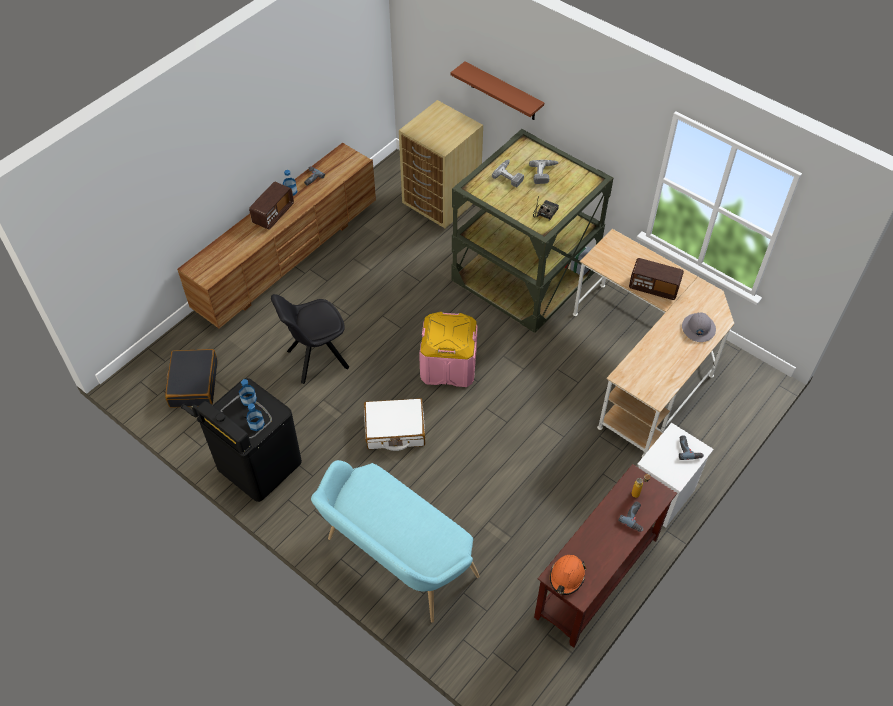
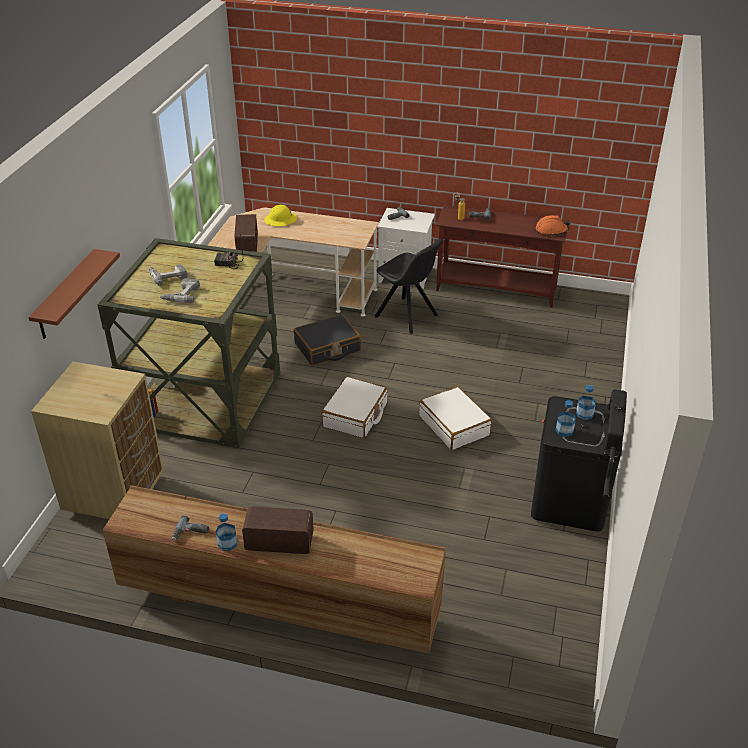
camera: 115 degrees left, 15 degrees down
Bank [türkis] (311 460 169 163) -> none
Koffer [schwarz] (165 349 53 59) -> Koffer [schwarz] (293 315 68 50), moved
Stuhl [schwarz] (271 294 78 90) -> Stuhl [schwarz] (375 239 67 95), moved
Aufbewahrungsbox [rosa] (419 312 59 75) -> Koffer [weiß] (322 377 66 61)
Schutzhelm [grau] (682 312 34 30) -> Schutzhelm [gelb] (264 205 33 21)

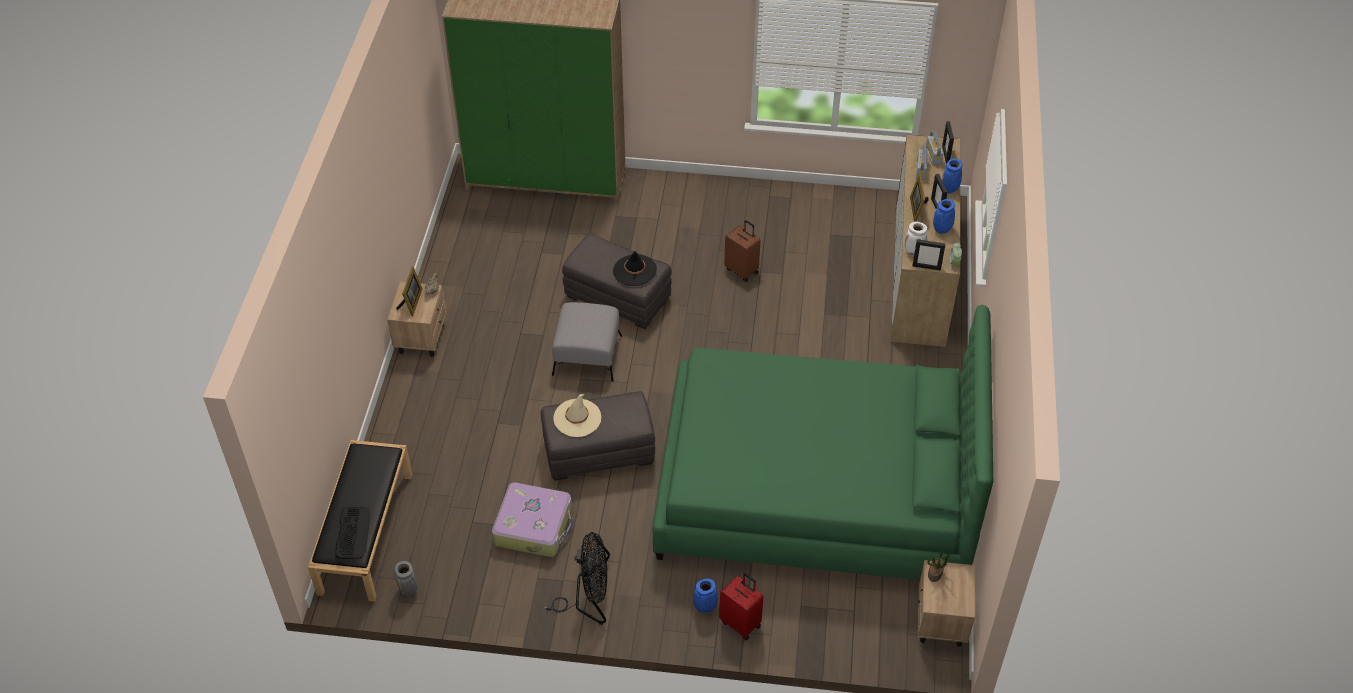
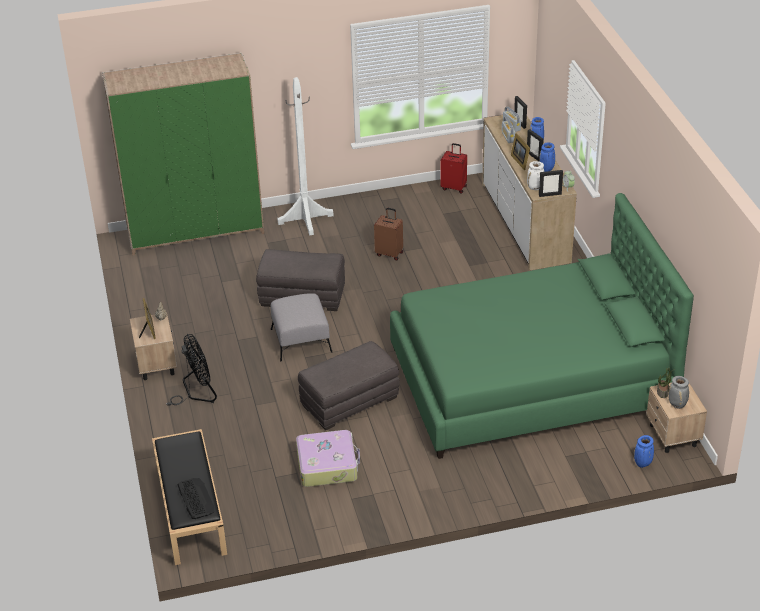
camera: 20 degrees left, 10 degrees down
Hut [beige] (553 394 48 43) -> none
Hut [schwarz] (613 251 44 35) -> none
none -> Kleiderständer [weiß] (277 77 57 159)
Vase [grau] (395 561 23 35) -> Vase [grau] (669 376 20 33), moved
Ventilator [schwarz] (545 532 65 93) -> Ventilator [schwarz] (167 334 50 72), moved
Vase [blau] (693 579 24 33) -> Vase [blau] (634 435 20 33), moved
Koffer [rot] (719 573 45 67) -> Koffer [rot] (440 143 27 51), moved

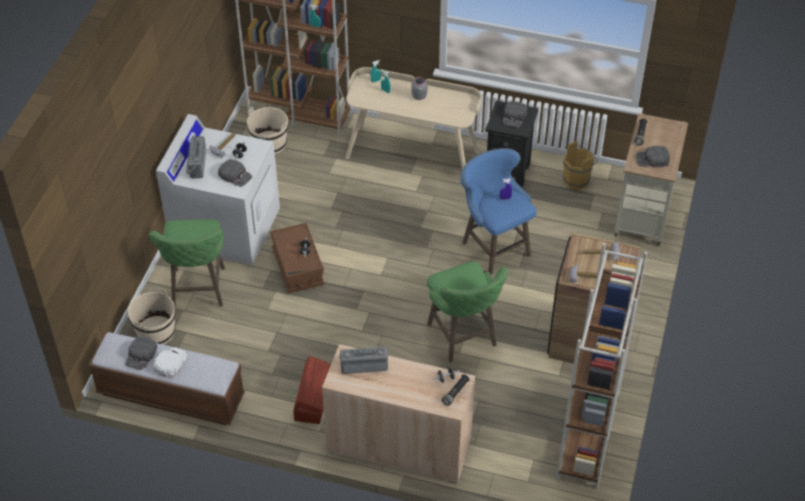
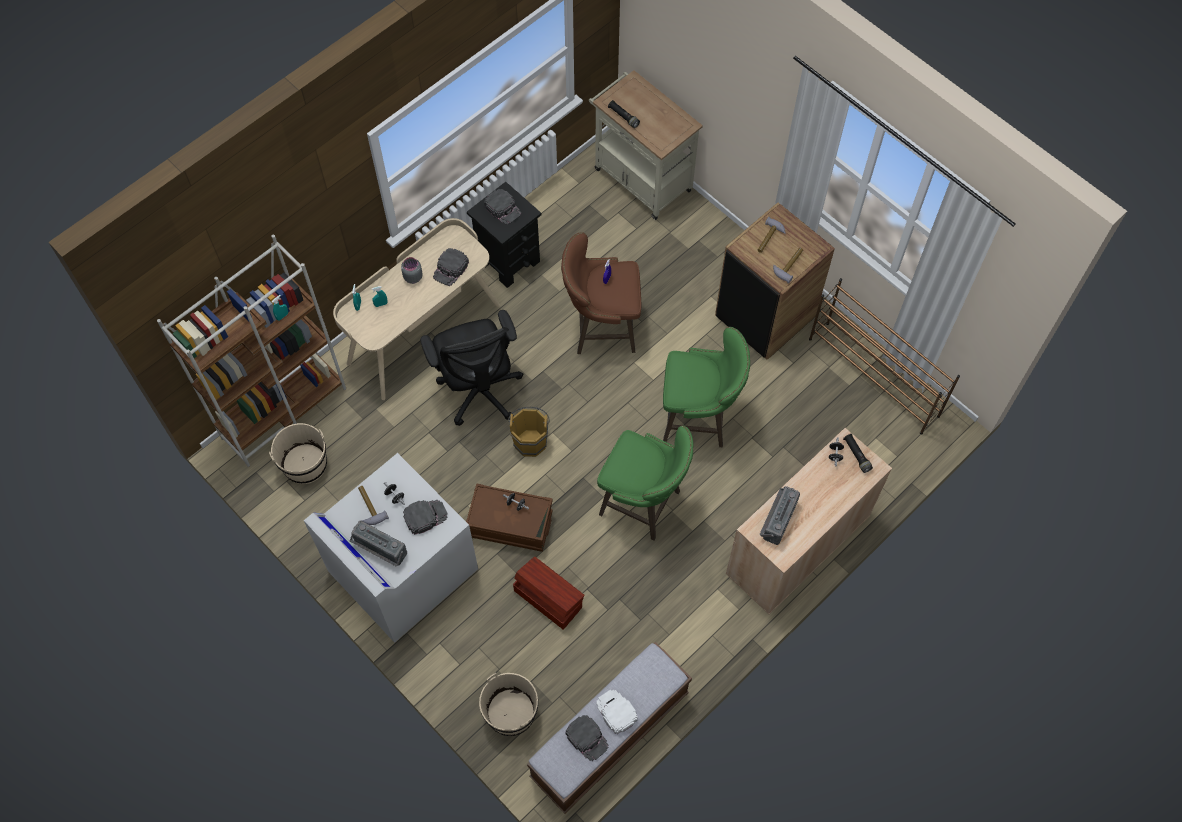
camera: 60 degrees left, 15 degrees up
none -> Bürostuhl [schwarz] (420 310 104 116)
Hocker [grün] (149 219 76 88) -> Hocker [grün] (597 426 97 115), moved
Aufbewahrungsbox [braun] (293 356 38 68) -> Aufbewahrungsbox [braun] (513 557 72 73), moved
Eimer [braun] (563 141 35 49) -> Eimer [braun] (508 407 42 50), moved
Kappe [schwarz] (636 146 34 22) -> Kappe [schwarz] (433 248 36 38), moved
Bücherregal [braun] (556 243 92 246) -> Schuhregal [braun] (809 278 151 156)
Hocker [blau] (461 148 76 127) -> Hocker [braun] (561 232 80 122)

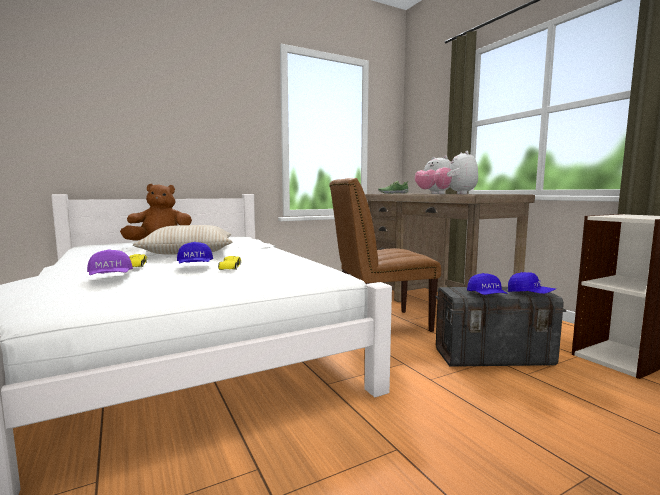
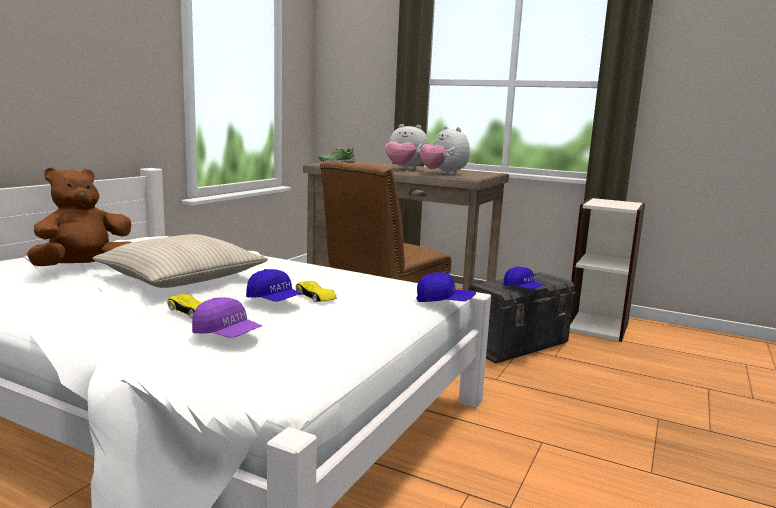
camera: 35 degrees left, 5 degrees up
Kappe [blau] (508 272 48 22) -> Kappe [blau] (417 272 59 30), moved

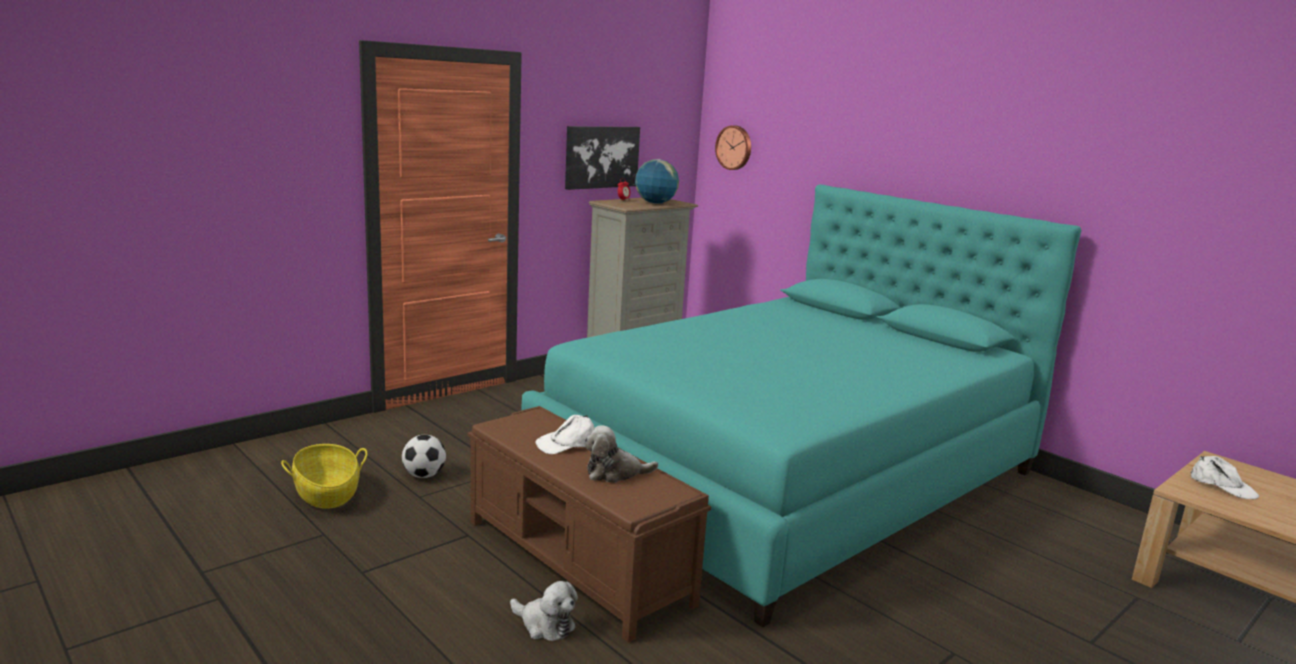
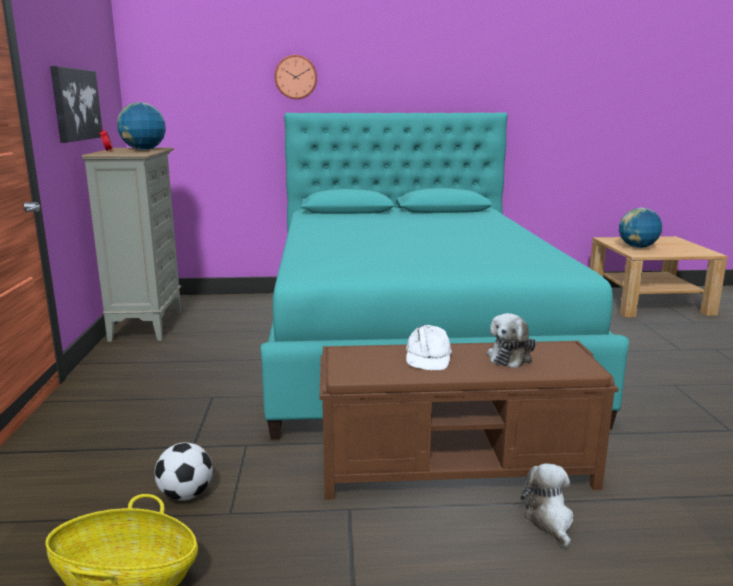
camera: 50 degrees left, 0 degrees up
Wanduhr (715 125 36 45) -> Wanduhr (275 55 42 44), moved
Kappe [weiß] (1191 456 68 43) -> Globus (619 208 43 40)
Plüschtier (510 581 68 60) -> Plüschtier (521 463 53 85), 75 degrees counterclockwise

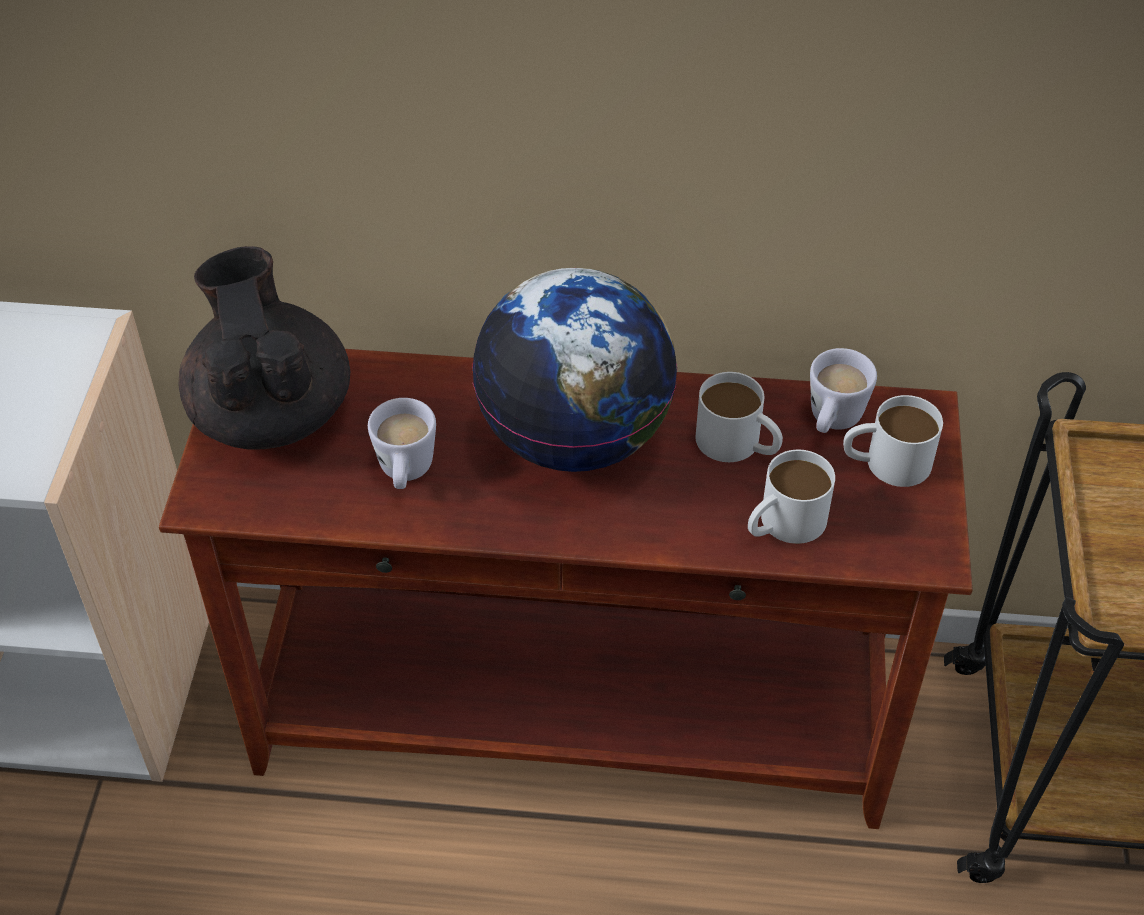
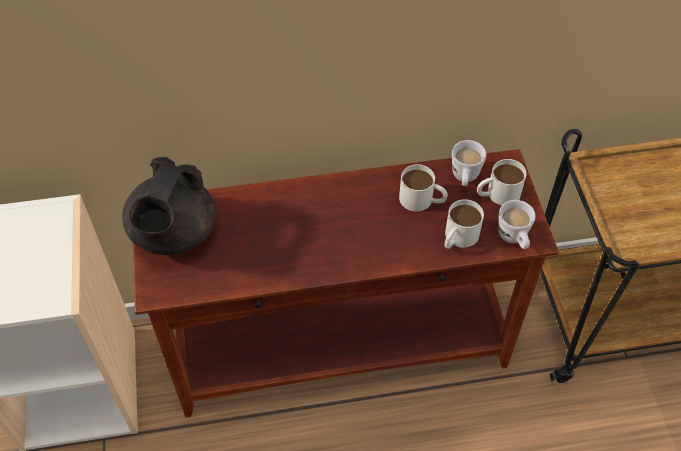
camera: 15 degrees left, 5 degrees up
Globus (472 268 206 204) -> none
Henkelbecher [weiß] (368 398 68 91) -> Henkelbecher [weiß] (498 200 38 49), moved
Teekanne [schwarz] (178 246 172 204) -> Teekanne [schwarz] (122 157 94 98), 135 degrees counterclockwise

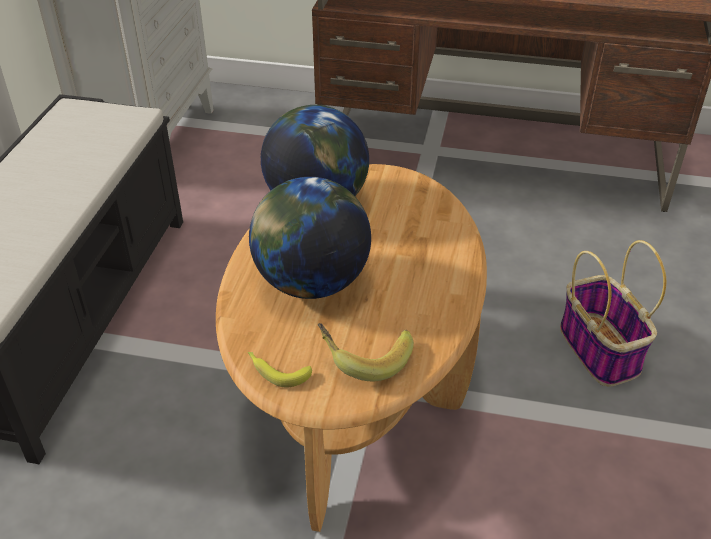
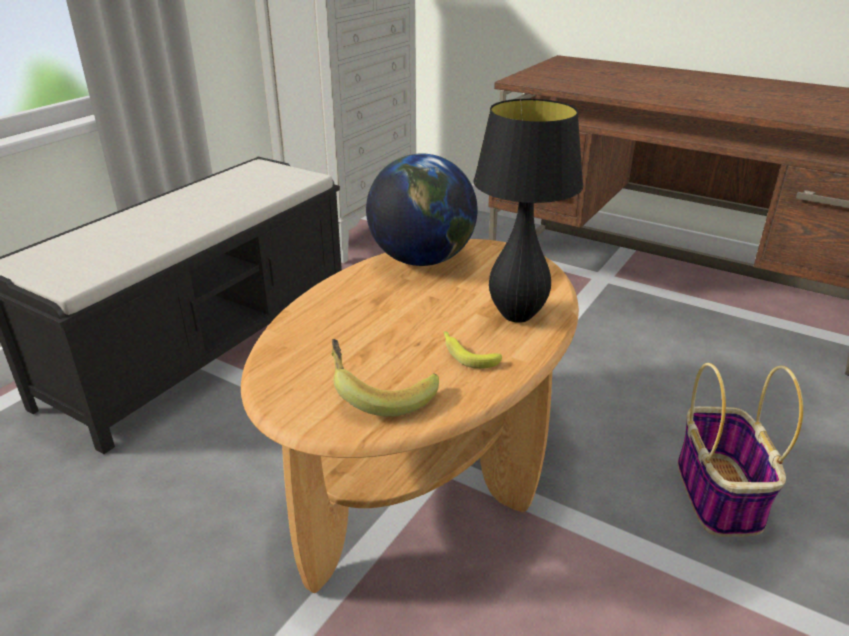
camera: 20 degrees right, 10 degrees down
Globus (249 177 122 122) -> none
none -> Tischlampe [schwarz] (473 99 111 224)
Banane (248 352 64 36) -> Banane (443 331 59 38), moved

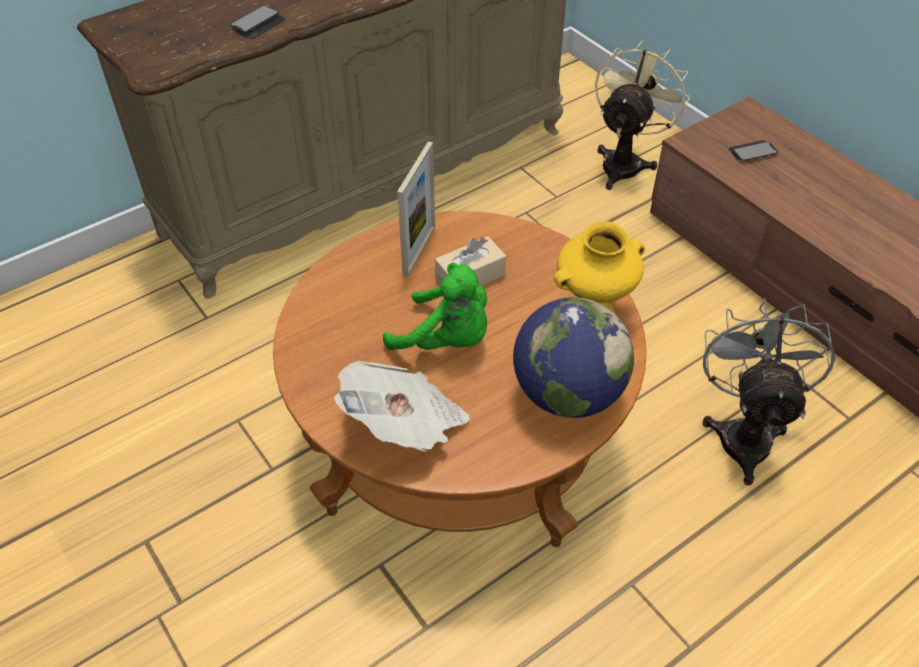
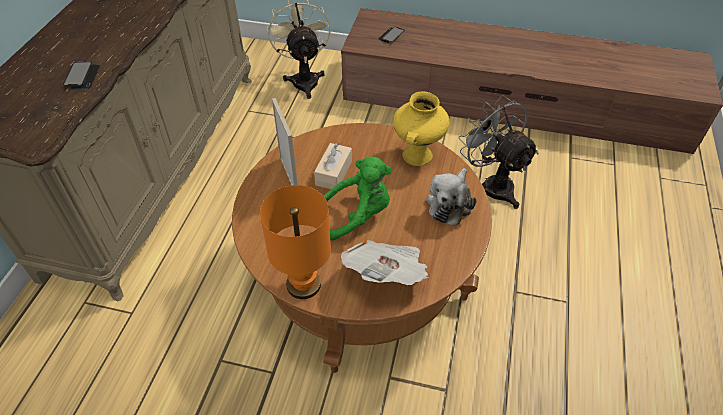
camera: 40 degrees left, 0 degrees up
none -> Tischlampe [orange] (260 185 71 114)
Globus (513 297 121 121) -> Plüschtier (426 168 51 58)

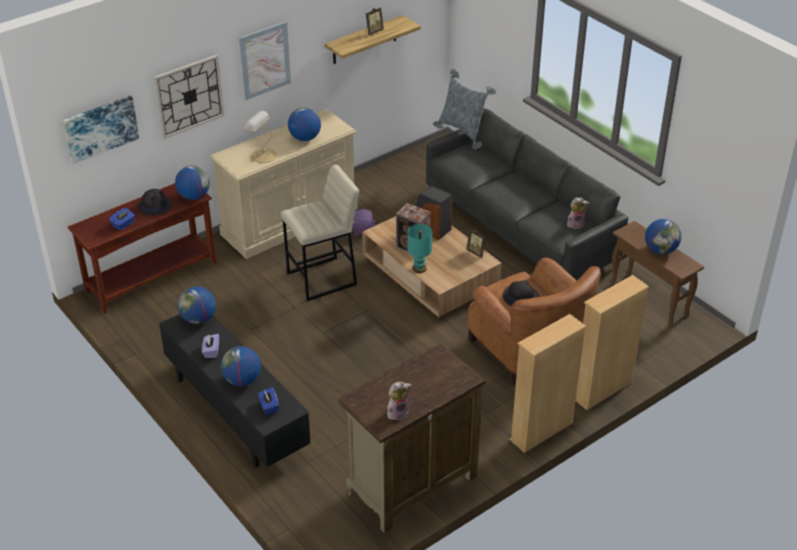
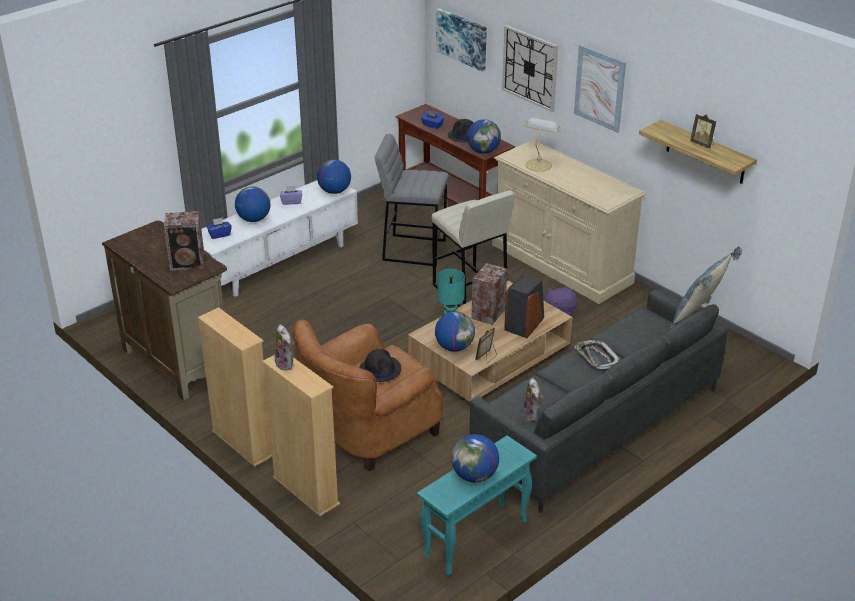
camera: 85 degrees right, 5 degrees down
none -> Lautsprecher (164 211 41 60)
none -> Hocker [grau] (375 134 74 132)
none -> Tablett (574 340 46 30)
Globus (288 108 33 33) -> Globus (435 311 40 41), moved
Plüschtier (387 381 25 39) -> Plüschtier (275 325 19 45), moved
Fernsehschrank [schwarz] (159 314 152 154) -> Fernsehschrank [weiß] (201 180 157 117)
Beistelltisch [braun] (610 221 94 106) -> Beistelltisch [türkis] (417 436 120 140)

